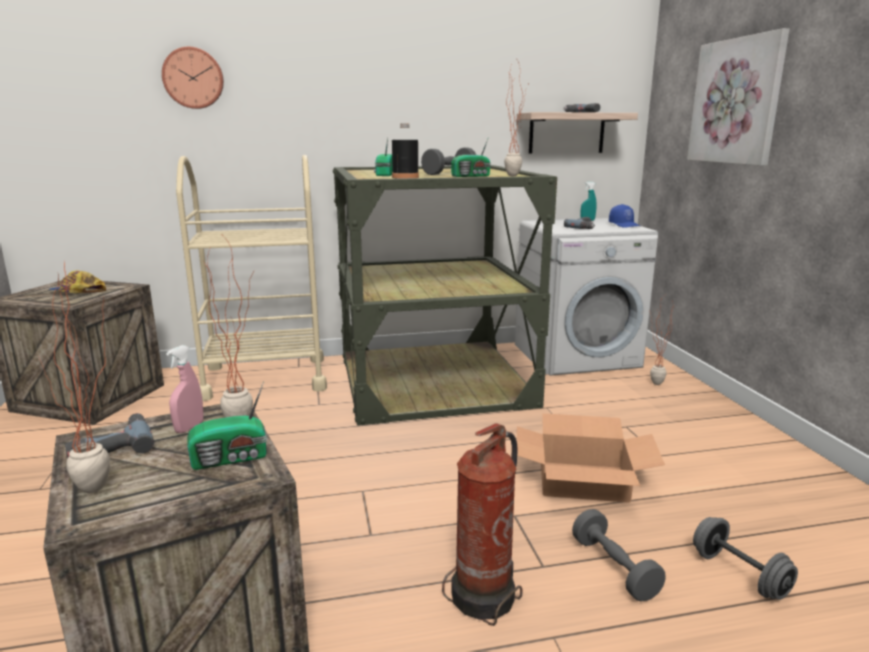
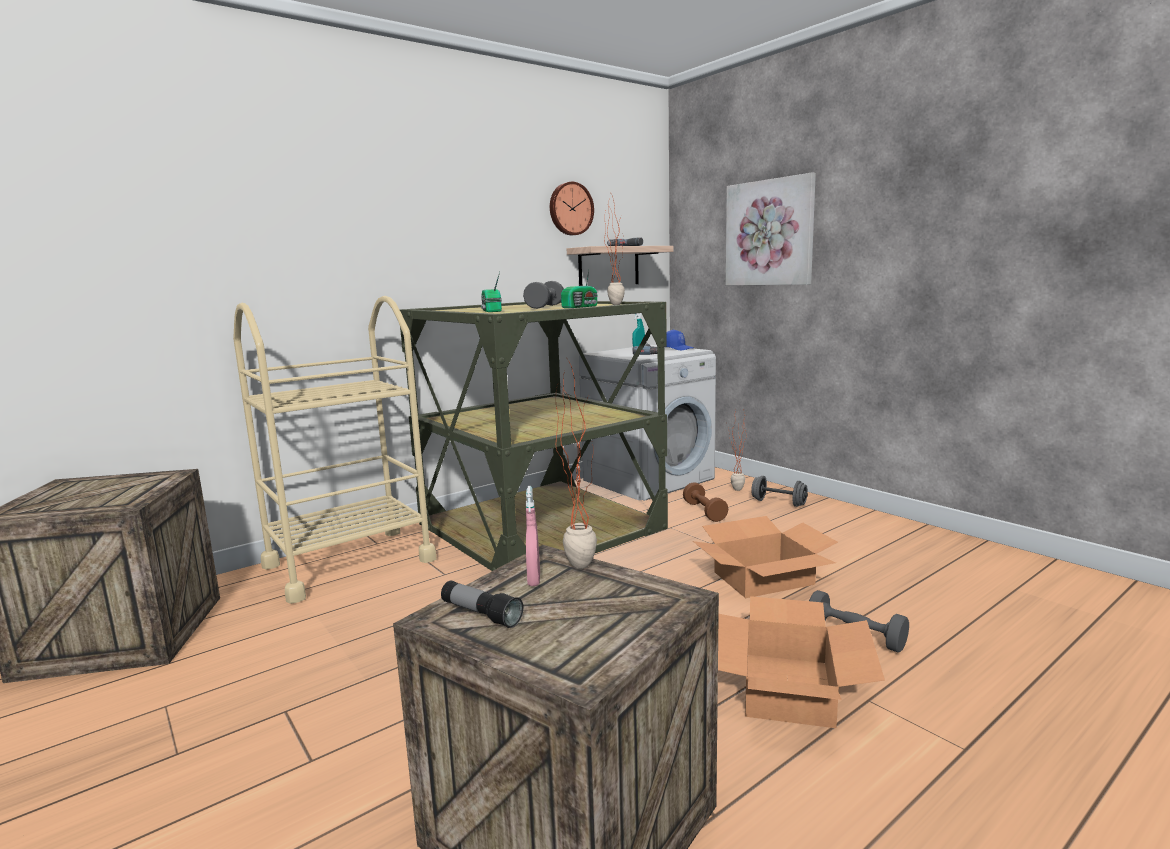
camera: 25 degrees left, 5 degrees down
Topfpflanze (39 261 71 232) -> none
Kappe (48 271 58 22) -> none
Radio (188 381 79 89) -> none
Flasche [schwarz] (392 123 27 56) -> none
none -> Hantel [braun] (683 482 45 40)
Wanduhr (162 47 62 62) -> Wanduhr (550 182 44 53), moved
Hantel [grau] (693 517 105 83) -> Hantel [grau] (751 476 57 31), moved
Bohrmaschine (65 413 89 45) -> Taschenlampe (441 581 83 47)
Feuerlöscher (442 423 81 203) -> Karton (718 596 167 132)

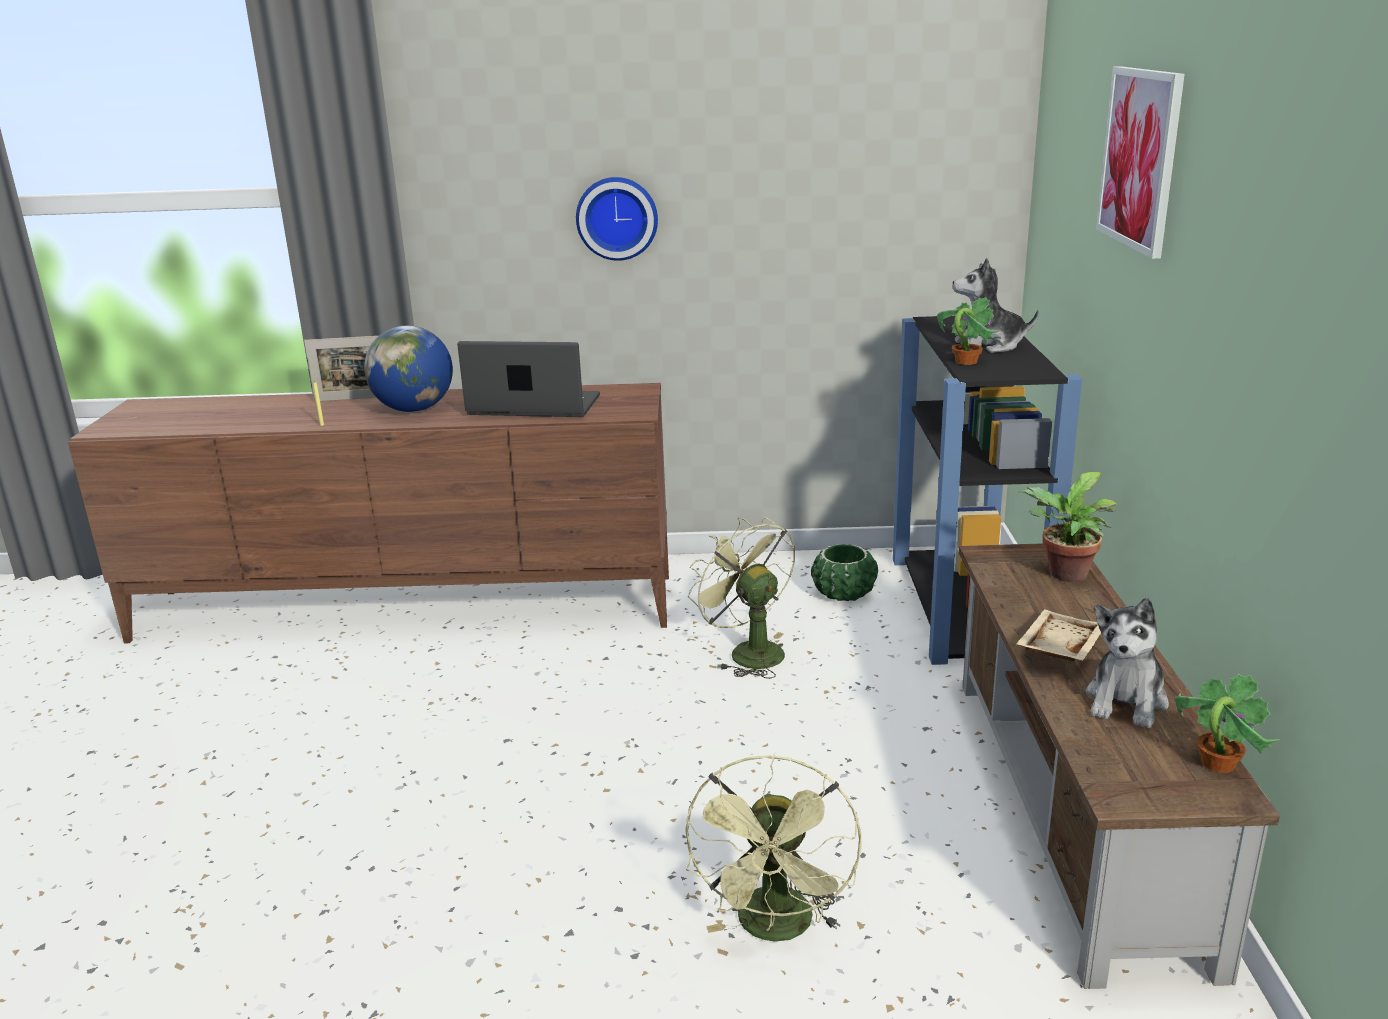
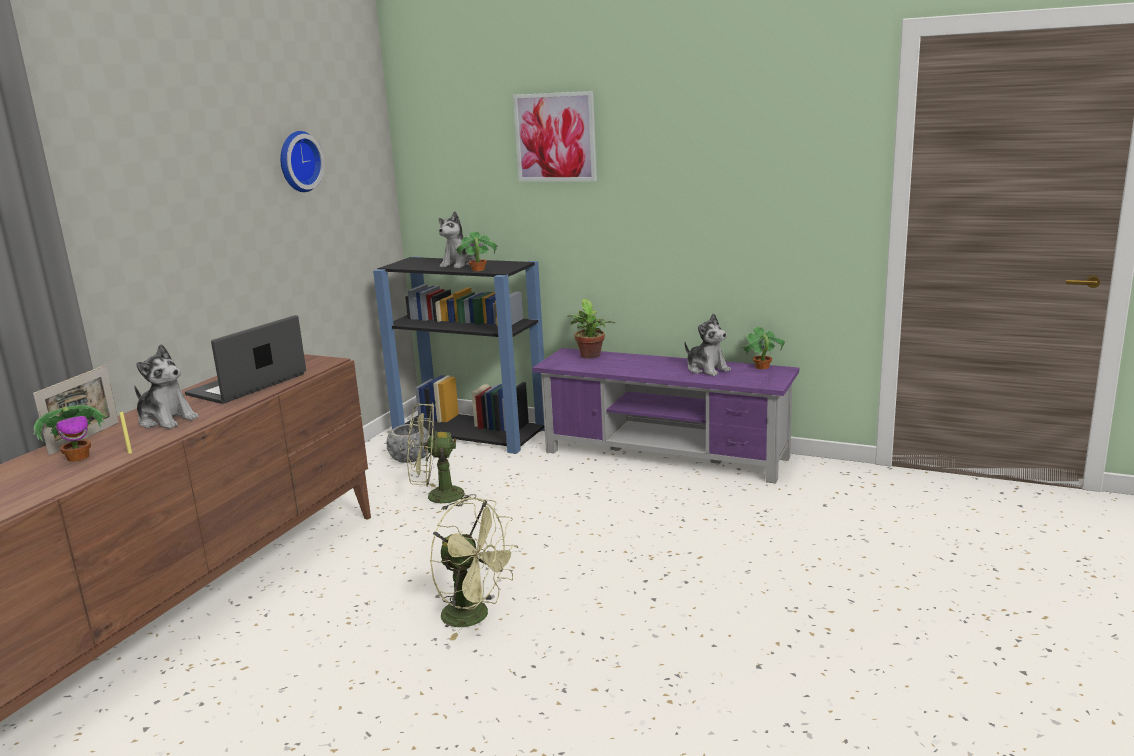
camera: 65 degrees left, 5 degrees down
Tablett [beige] (1016 609 85 52) -> none
none -> Topfpflanze (33 405 74 57)
Wanduhr (576 177 82 84) -> Wanduhr (280 131 44 61), moved
Ventilator [grün] (685 755 177 187) -> Ventilator [grün] (430 498 89 142), moved
Globus (364 326 89 86) -> Plüschtier (134 344 65 85)
Pflanzkübel [grün] (811 544 67 57) -> Pflanzkübel [grau] (386 424 44 39)
Fernsehschrank [braun] (959 543 321 446) -> Fernsehschrank [lila] (532 348 267 136)

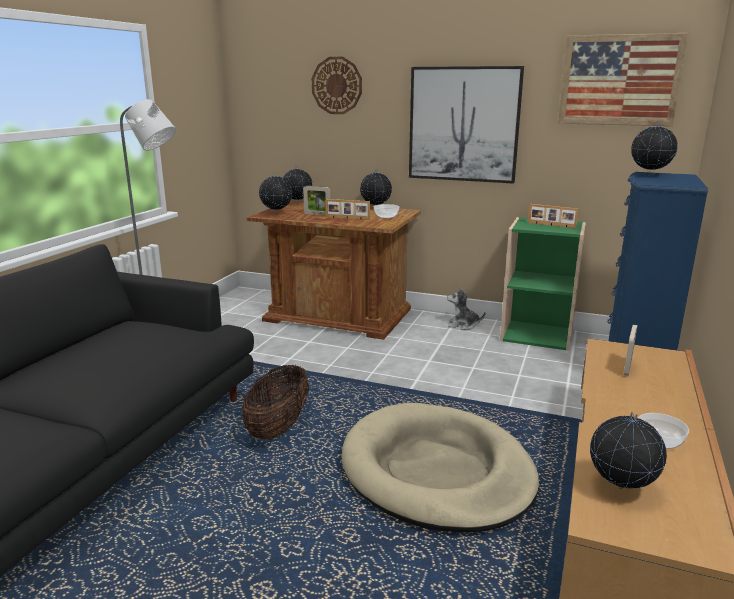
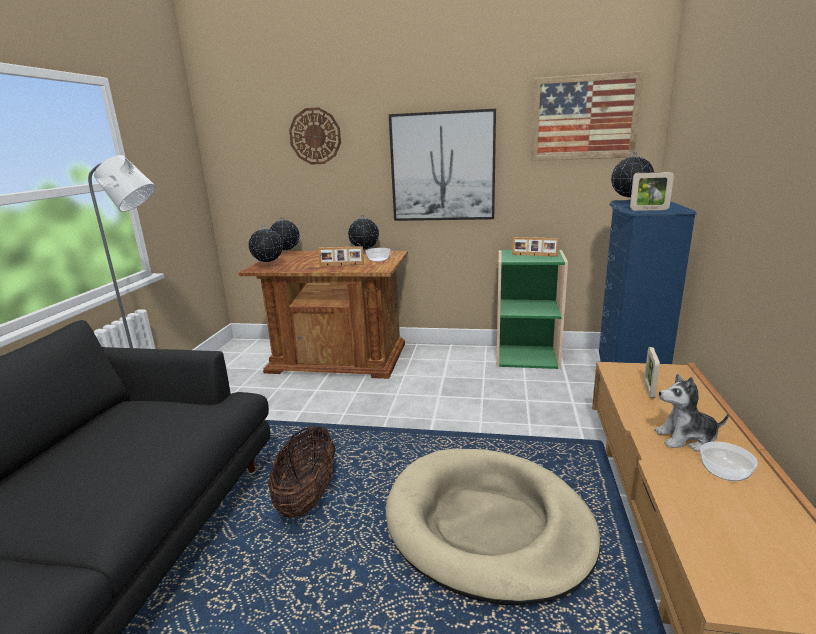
camera: 10 degrees left, 0 degrees up
Globus (590 412 77 77) -> none
Bilderrahmen (303 186 27 29) -> Bilderrahmen (630 172 44 39), moved
Plüschtier (447 288 38 42) -> Plüschtier (655 374 74 78), moved

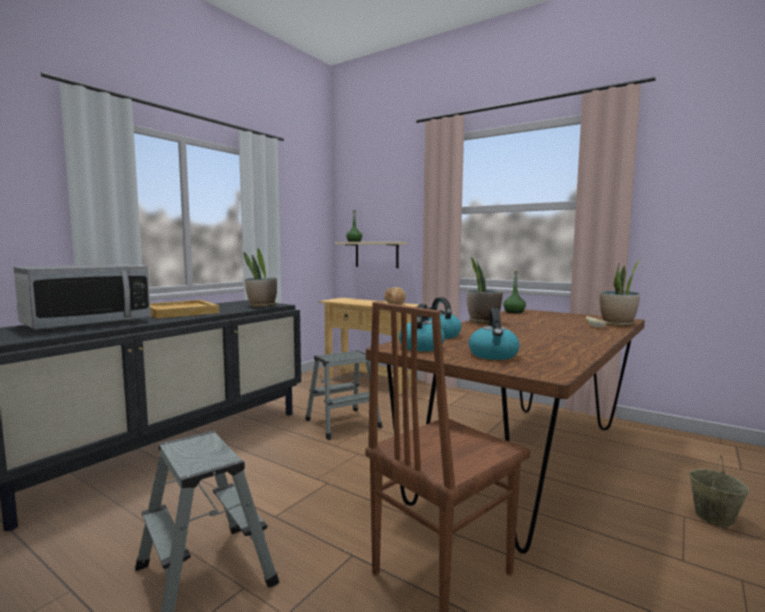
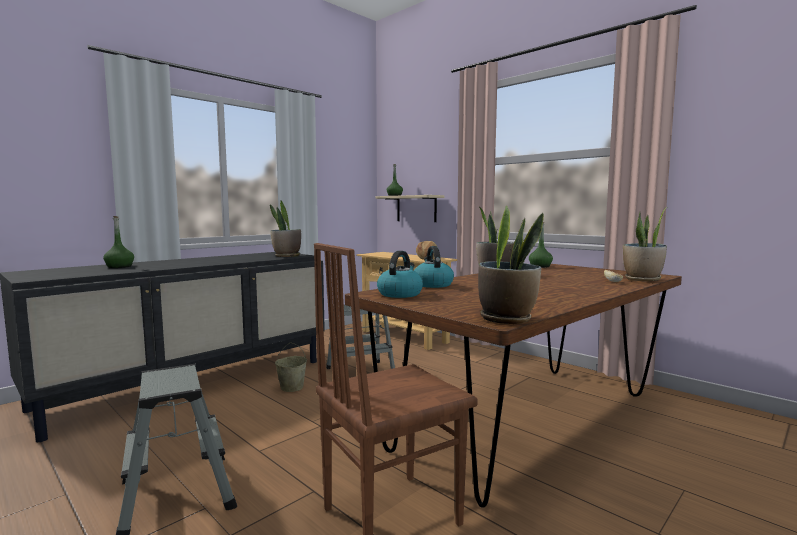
camera: 10 degrees right, 0 degrees up
Tablett [beige] (150 300 69 19) -> none
Wasserkessel (469 308 51 52) -> none
none -> Topfpflanze (478 205 66 119)
Eimer [beige] (689 455 60 72) -> Eimer [beige] (275 342 32 50), moved
Mikrowelle (13 264 138 66) -> Flasche [grün] (103 216 31 52)

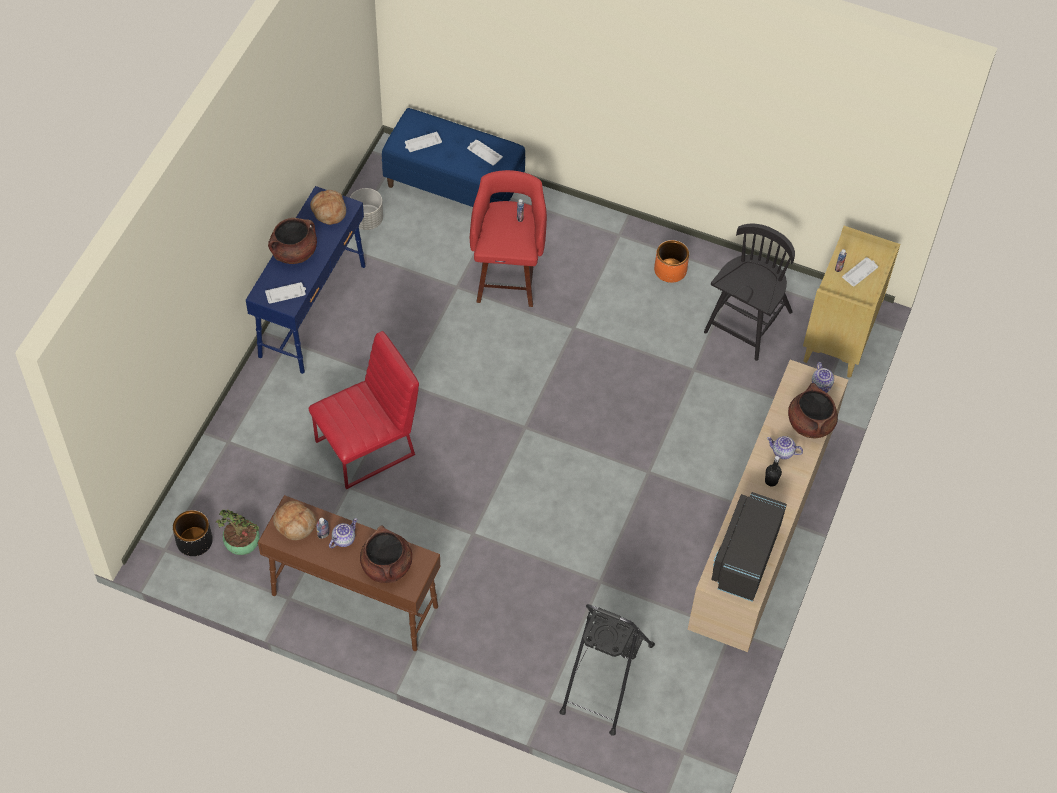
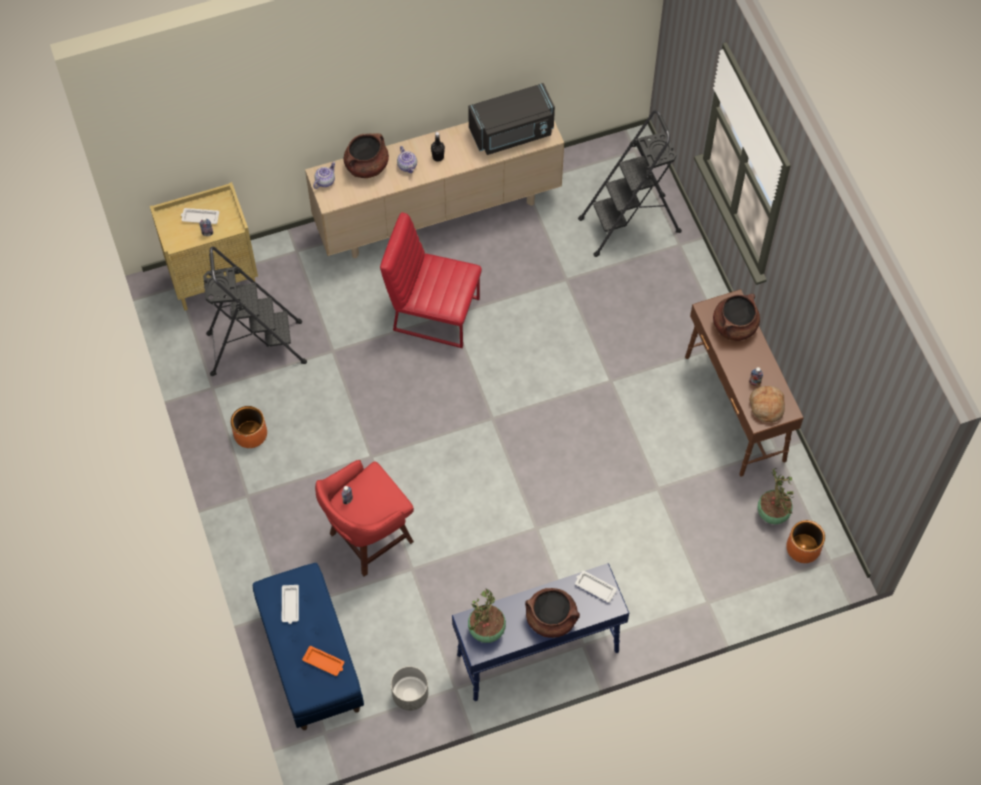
camera: 130 degrees left, 5 degrees up
Teekanne (329 518 28 30) -> none
Stuhl [rot] (309 331 110 158) -> Stuhl [rot] (380 212 102 136), moved
Brot (310 190 36 35) -> Topfpflanze (468 588 38 55)
Stuhl [schwarz] (704 224 91 137) -> Trittleiter (203 246 104 130)
Pflanzkübel [schwarz] (173 510 40 46) -> Pflanzkübel [orange] (786 520 39 43)
Tablett [weiß] (405 131 37 21) -> Tablett [orange] (302 646 42 30)

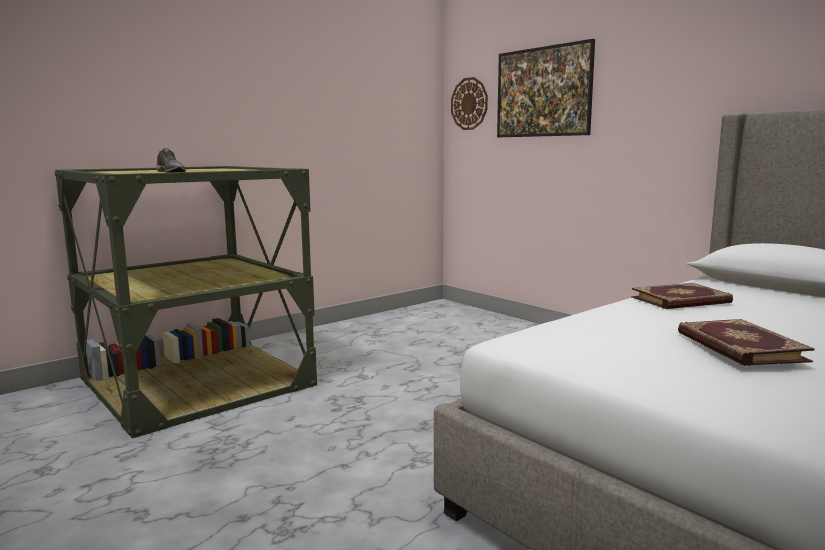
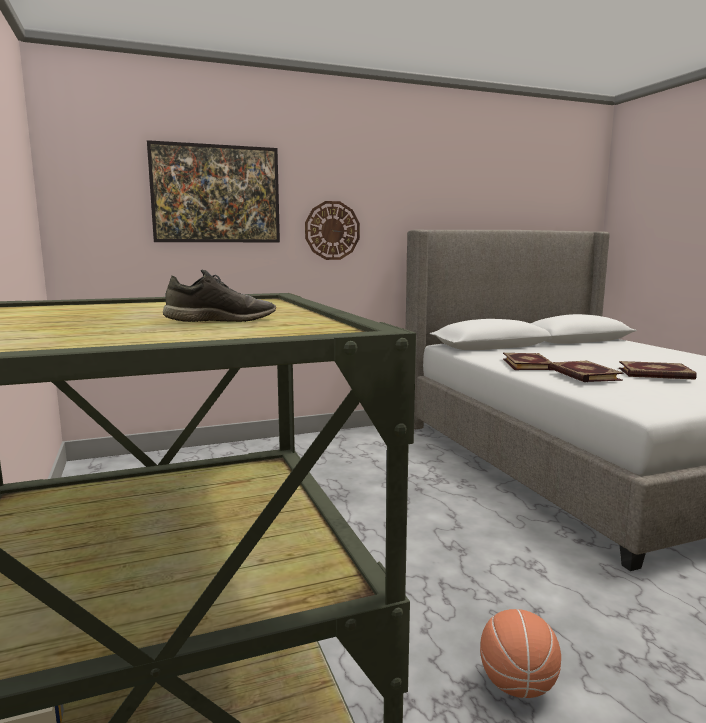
camera: 70 degrees left, 0 degrees up
none -> Basketball (480 609 81 89)
none -> Buch (549 360 74 22)
Wanduhr (451 77 37 53) -> Wanduhr (305 201 55 59), moved

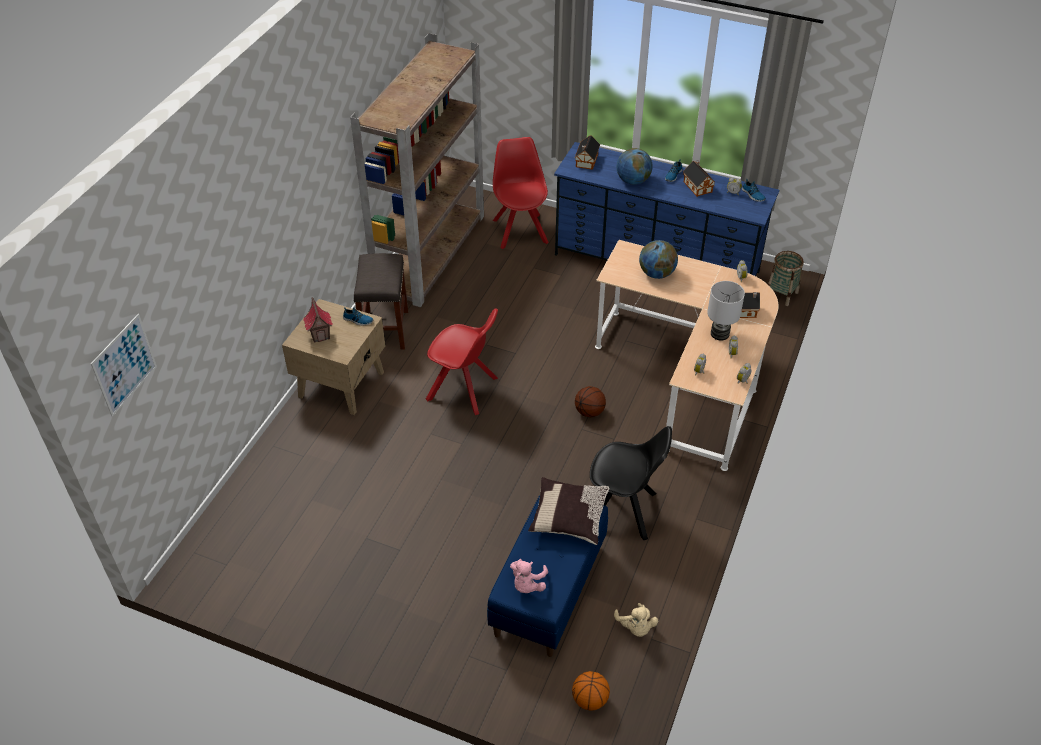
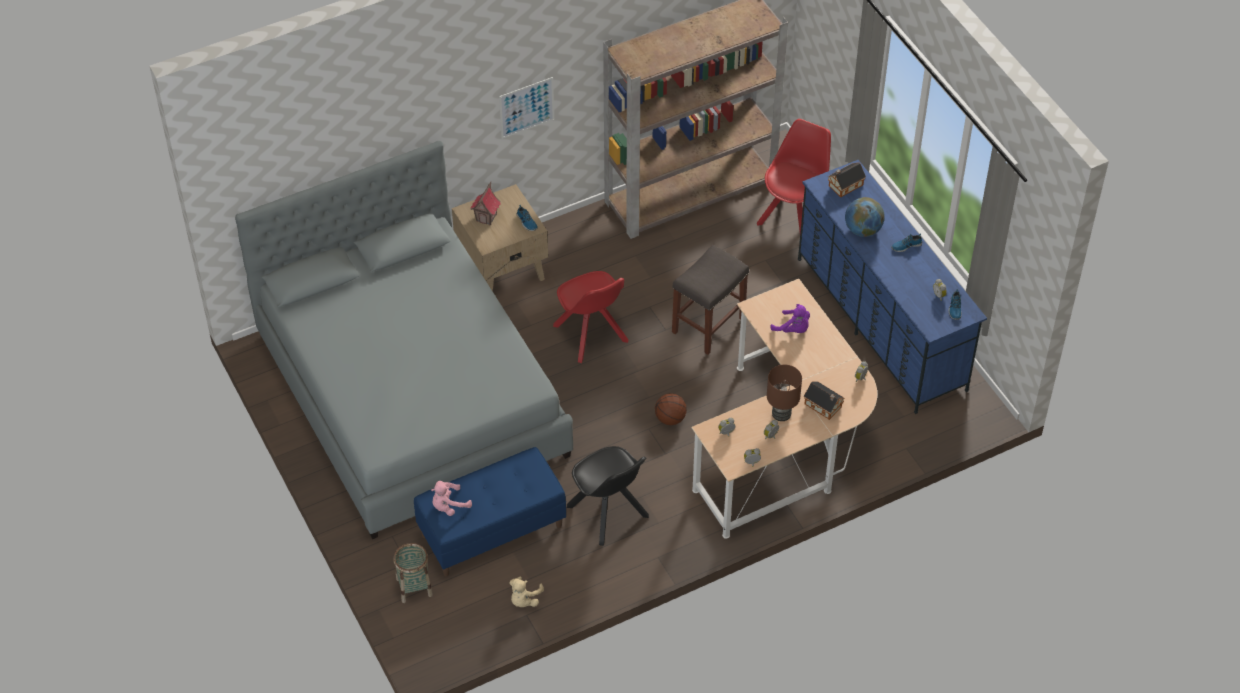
camera: 40 degrees right, 5 degrees up
Kissen (528 477 81 68) -> none
Basketball (572 671 38 40) -> none
Spielzeughaus (683 160 33 37) -> none
none -> Bett [grau] (235 141 338 398)
Bild (91 314 66 103) -> Bild (499 77 55 62), moved
Hocker [grau] (354 253 54 97) -> Hocker [grau] (672 245 77 110), moved
Korb (768 251 36 55) -> Korb (393 543 40 60), moved
Globus (639 240 39 39) -> Plüschtier [lila] (770 304 40 29)
Tischlampe [grau] (707 281 38 60) -> Tischlampe [braun] (767 365 35 56)

